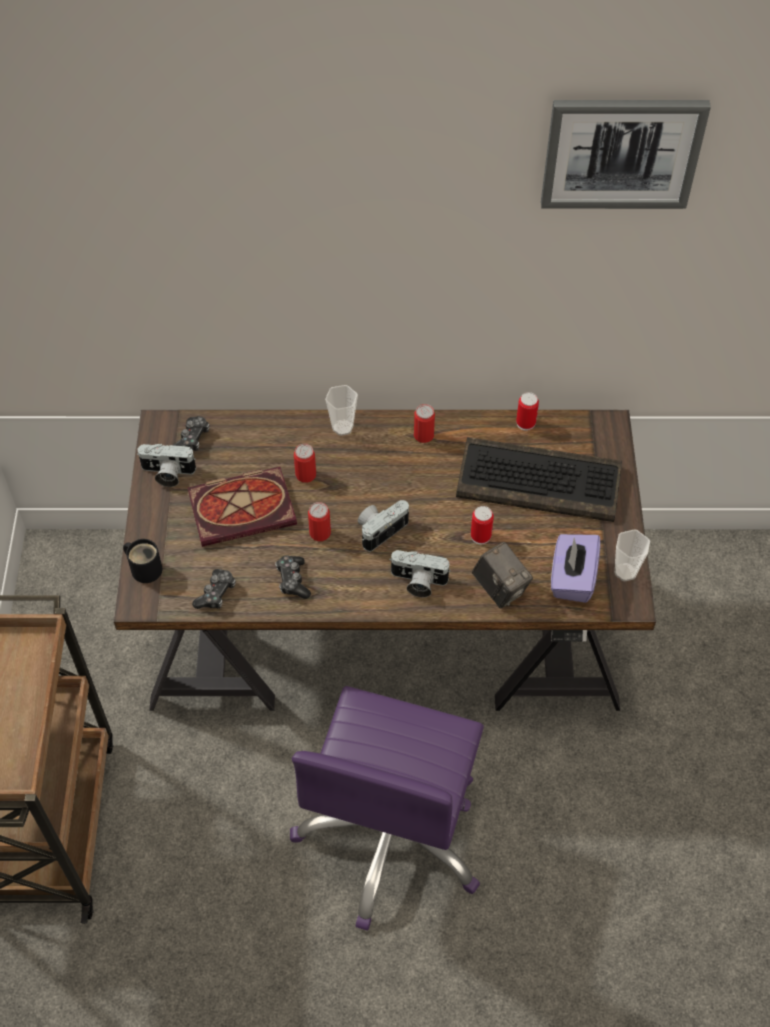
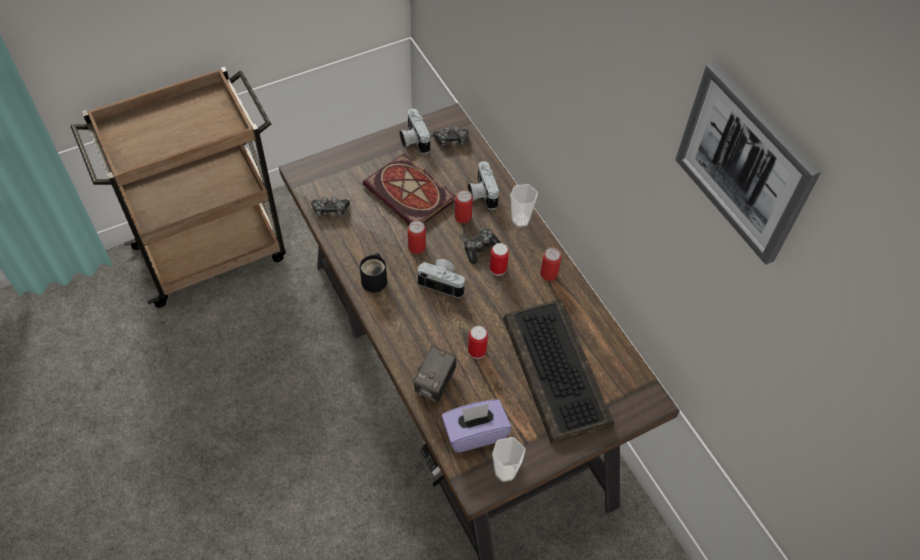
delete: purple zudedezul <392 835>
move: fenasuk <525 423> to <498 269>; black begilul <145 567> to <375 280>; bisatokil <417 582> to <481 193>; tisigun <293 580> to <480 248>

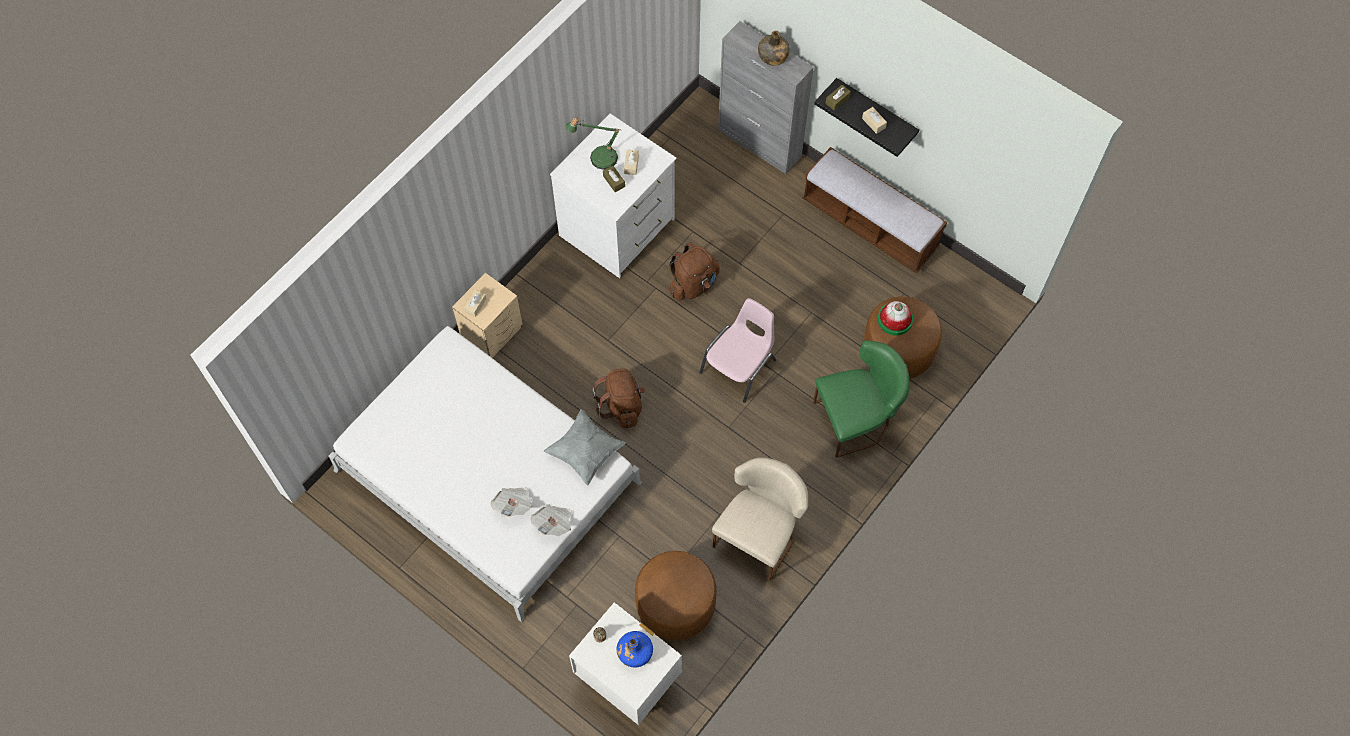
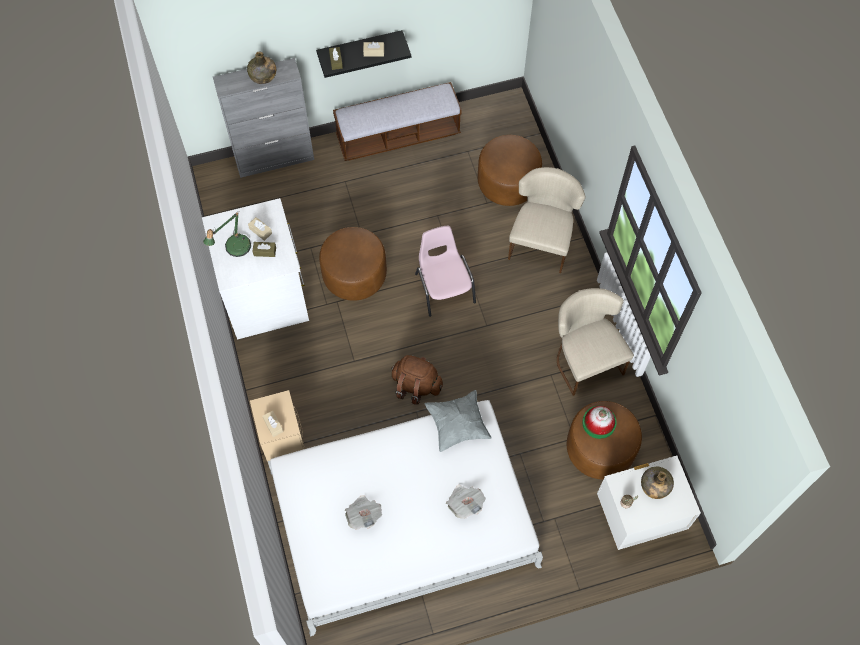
move: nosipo <895 320> to <599 423>; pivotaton <554 523> to <363 514>
replace: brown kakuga <693 284> to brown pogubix <354 275>
recolor: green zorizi <856 419> to beige zorizi <541 242>; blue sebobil <635 652> to green sebobil <654 486>

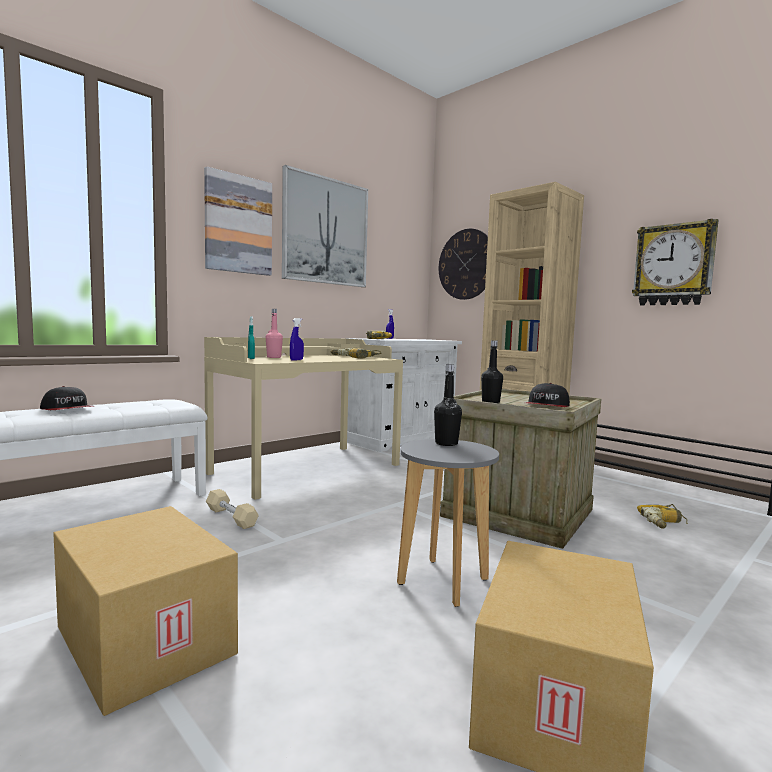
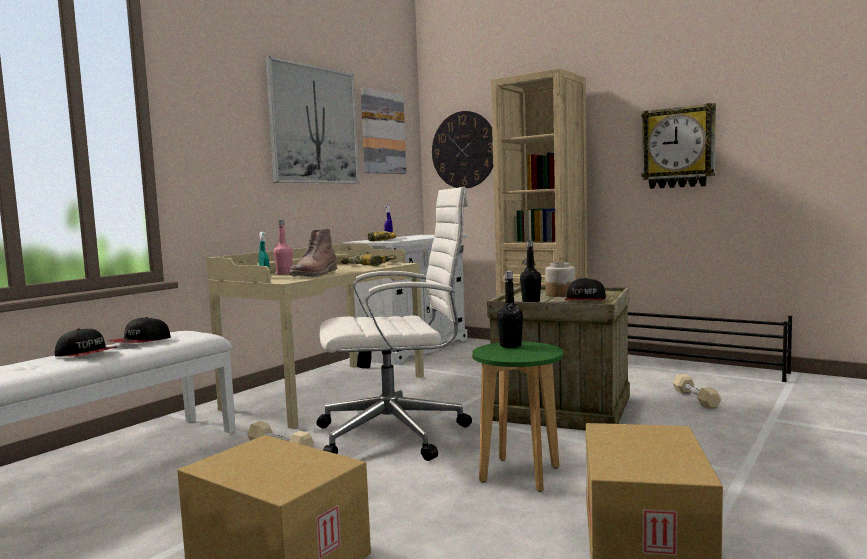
insert: white zudedezul <397 434>; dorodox <560 294>; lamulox <140 342>
move: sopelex <238 224> to <382 133>
replace: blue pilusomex <296 360> to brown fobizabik <315 274>; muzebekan <664 522> to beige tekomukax <695 399>
recolor: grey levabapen <443 581> to green levabapen <520 474>

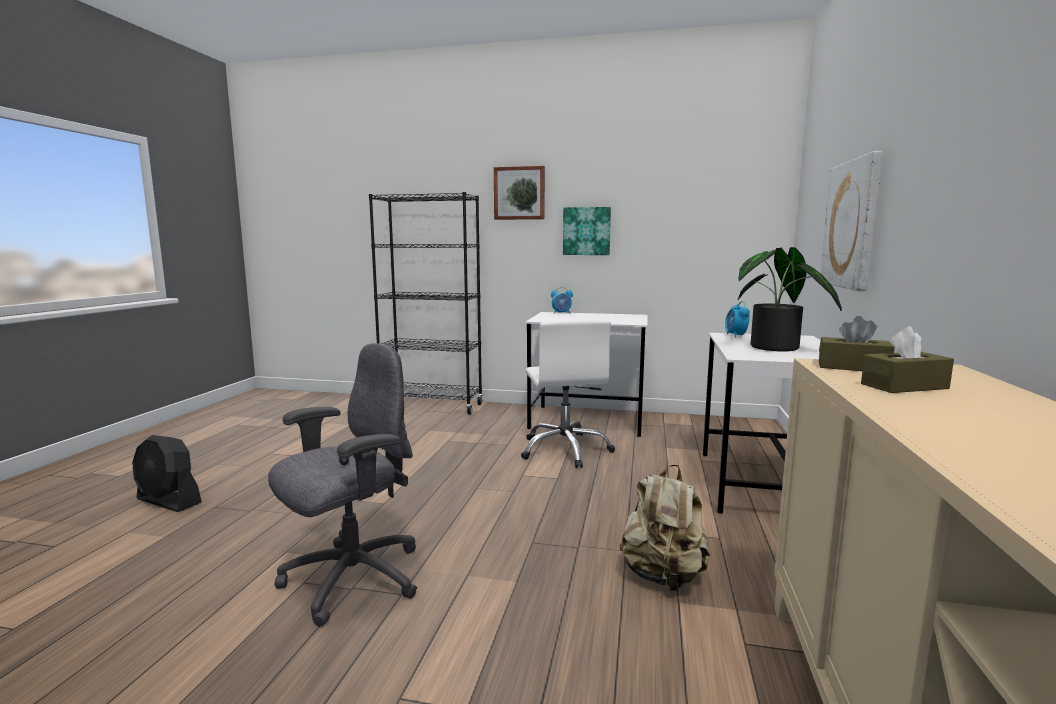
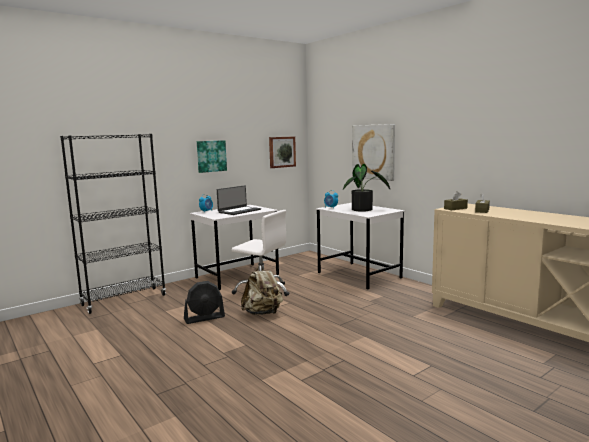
delete: grey zudedezul <351 579>
insert: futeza <239 211>
move: sopelex <519 193> to <281 152>; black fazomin <169 501> to <204 318>; beige kakuga <663 576> to <263 313>

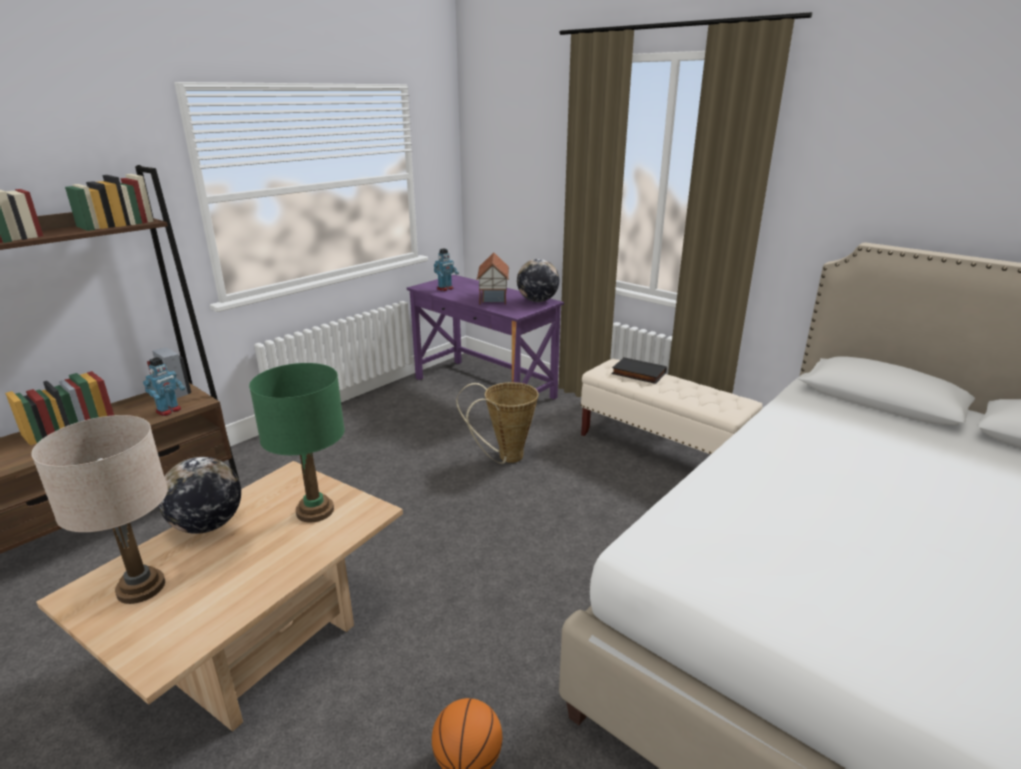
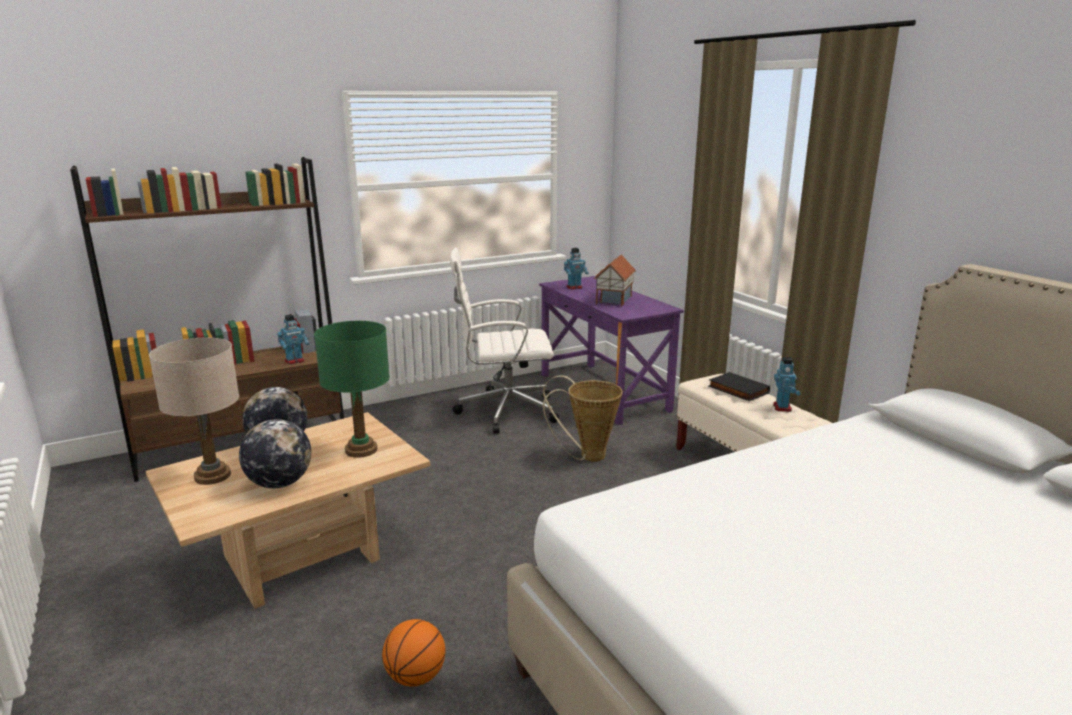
insert: white zudedezul <504 411>; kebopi <782 408>
move: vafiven <537 301> to <279 483>

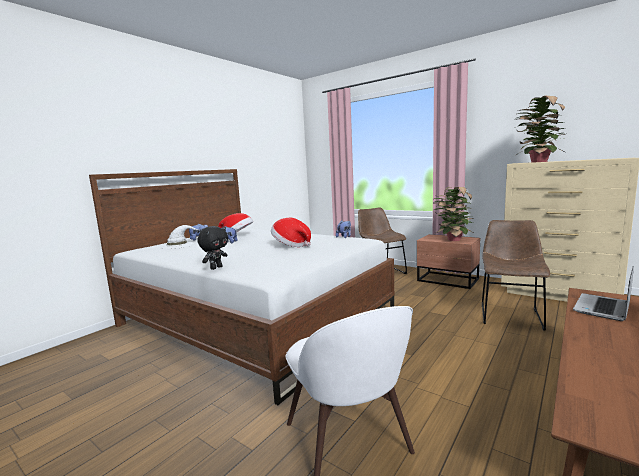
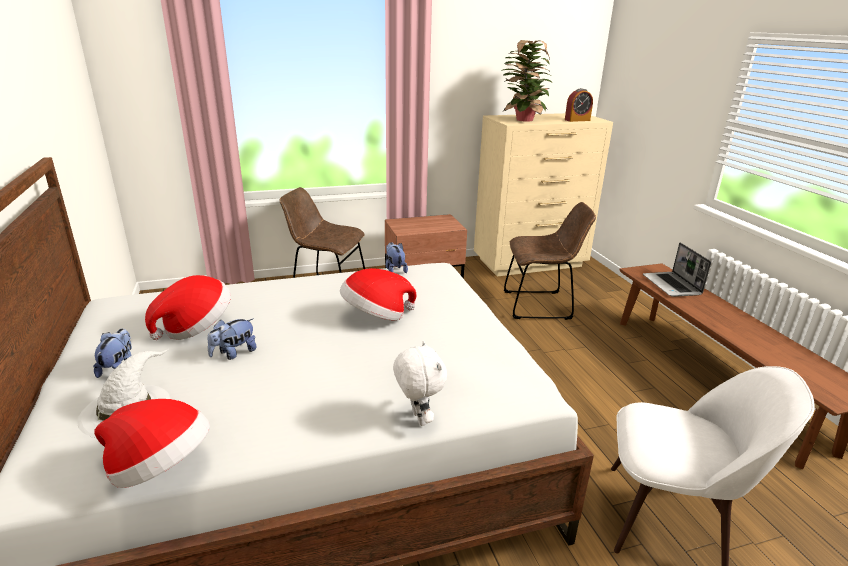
delete: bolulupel <452 240>
insert: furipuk <577 120>; nosipo <160 468>
recolor: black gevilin <216 268> to white gevilin <418 418>
rotate: brown zorizi <510 315> = <541 305> 120 degrees clockwise

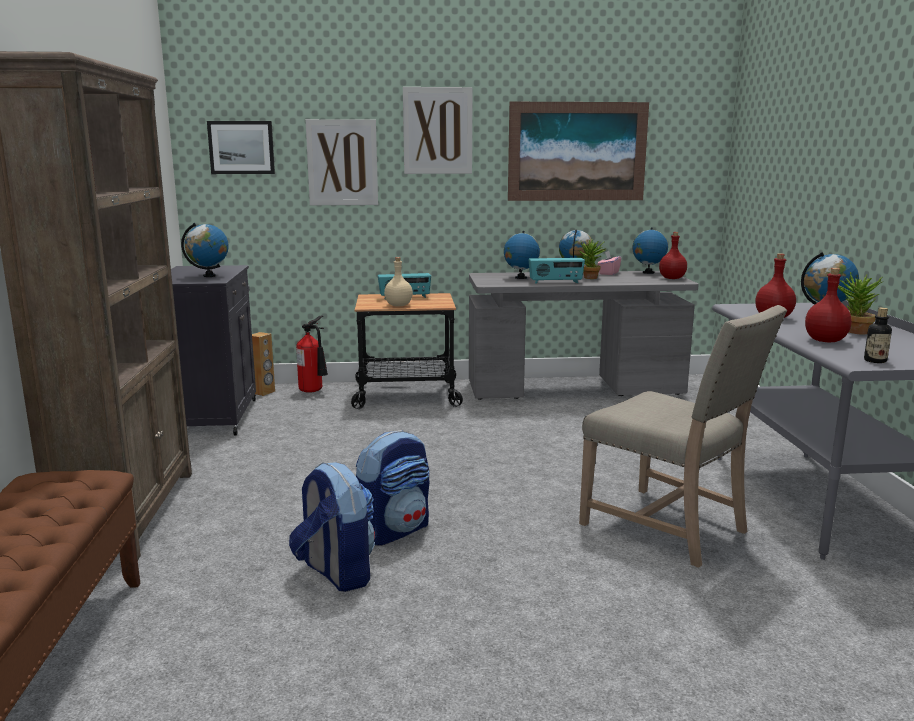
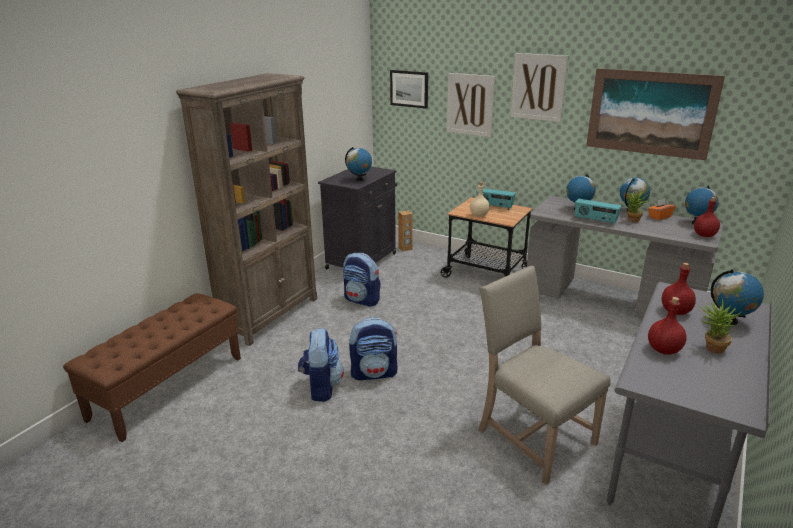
delete: sebobil <875 361>; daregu <314 391>
insert: kakuga <362 300>
recolor: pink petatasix <608 273> to orange petatasix <659 217>
rotate: beige zorizi <669 528> = <532 436> 150 degrees clockwise

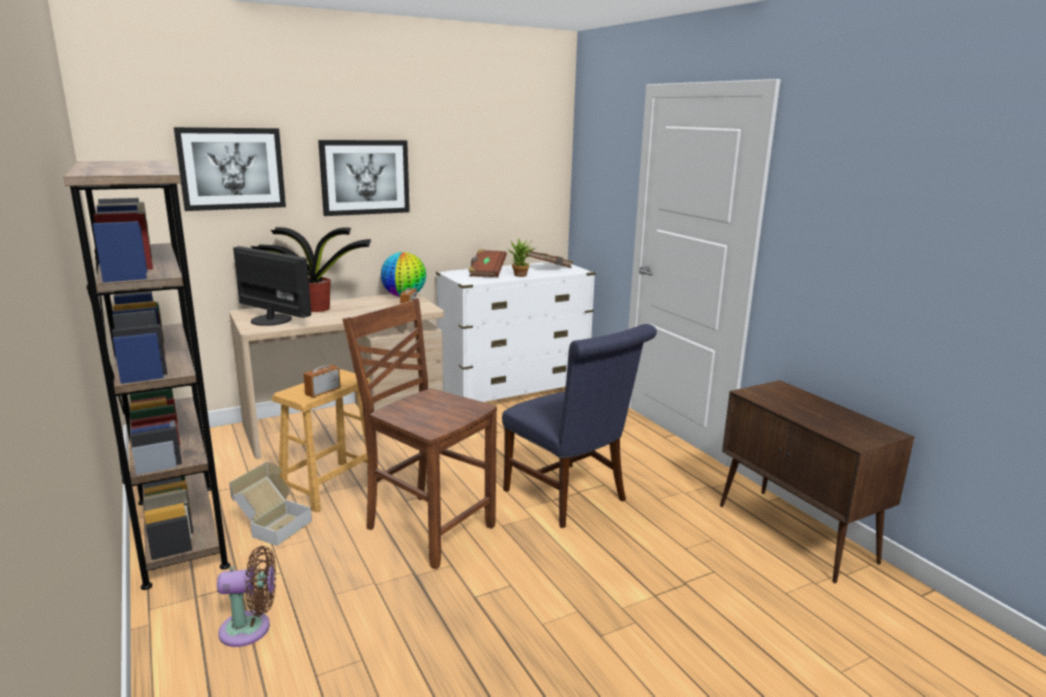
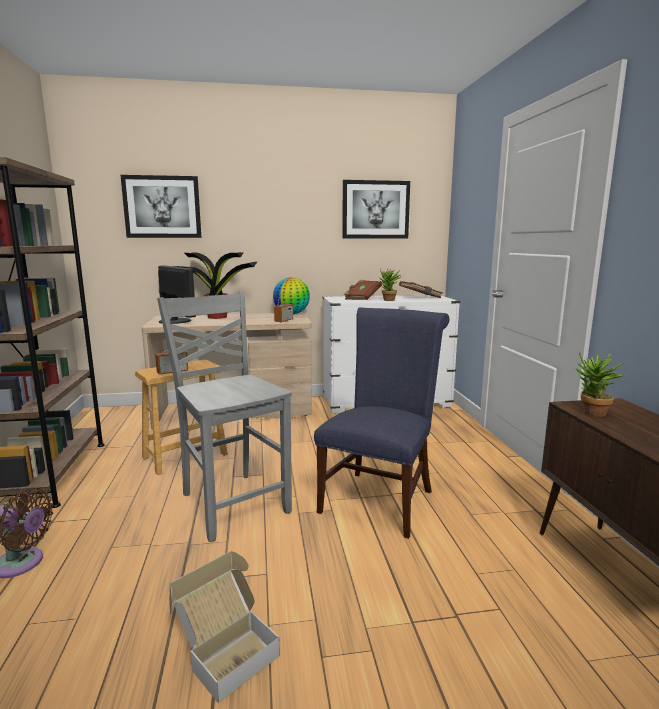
insert: bolulupel <592 414>
move: sopelex <365 177> to <375 210>; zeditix <272 525> to <225 651>
recolor: brown zorizi <427 527> to grey zorizi <233 502>
rotate: blue zorizi <570 497> = <380 498> 135 degrees counterclockwise

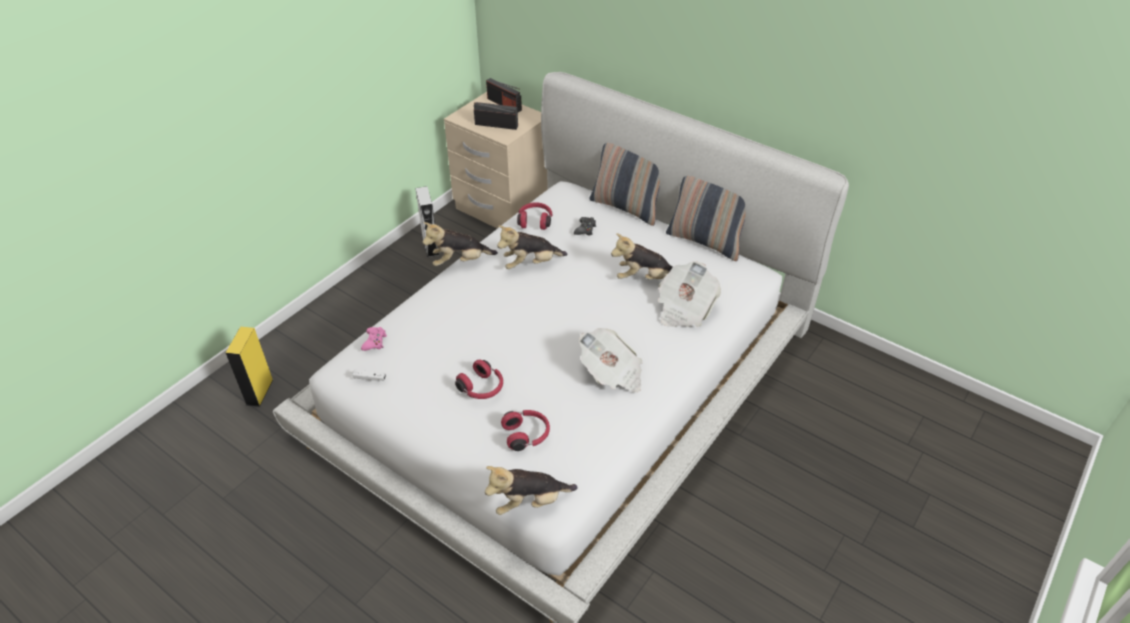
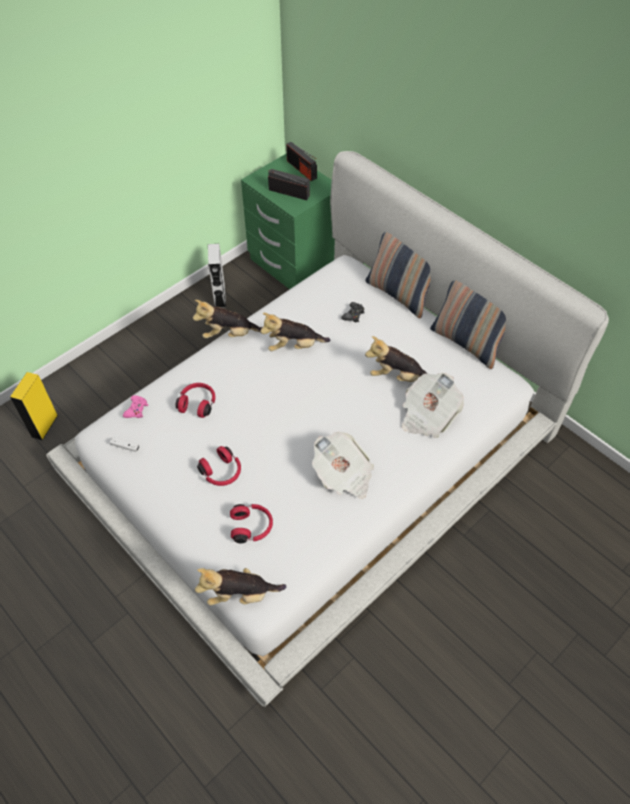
move: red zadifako <535 221> to <198 403>
recolor: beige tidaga <502 209> to green tidaga <293 264>

